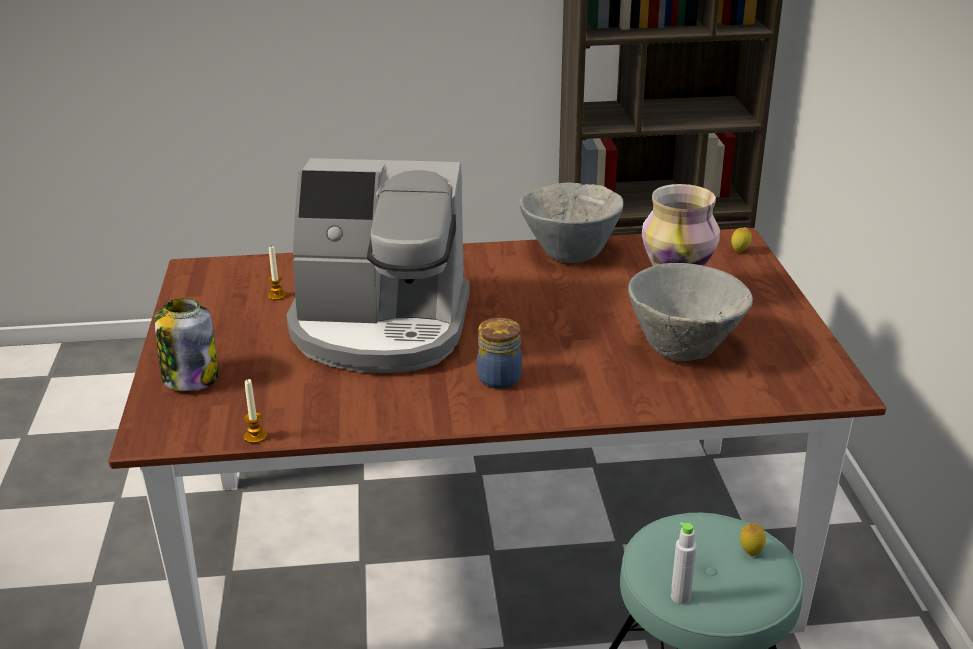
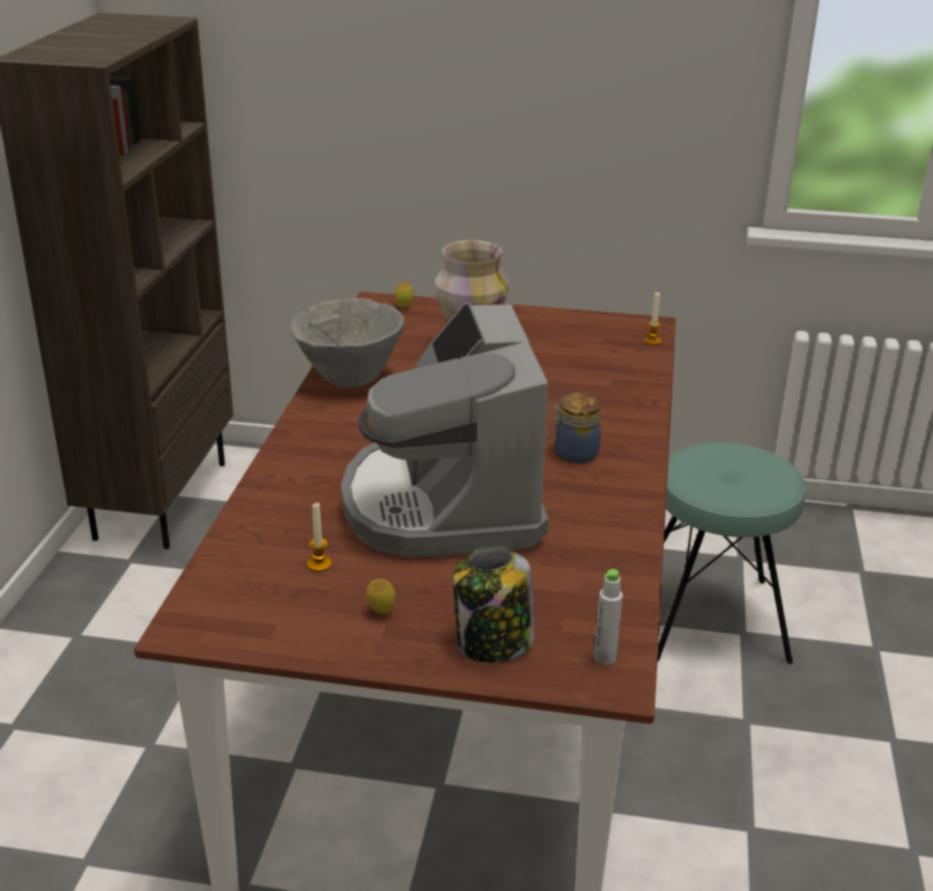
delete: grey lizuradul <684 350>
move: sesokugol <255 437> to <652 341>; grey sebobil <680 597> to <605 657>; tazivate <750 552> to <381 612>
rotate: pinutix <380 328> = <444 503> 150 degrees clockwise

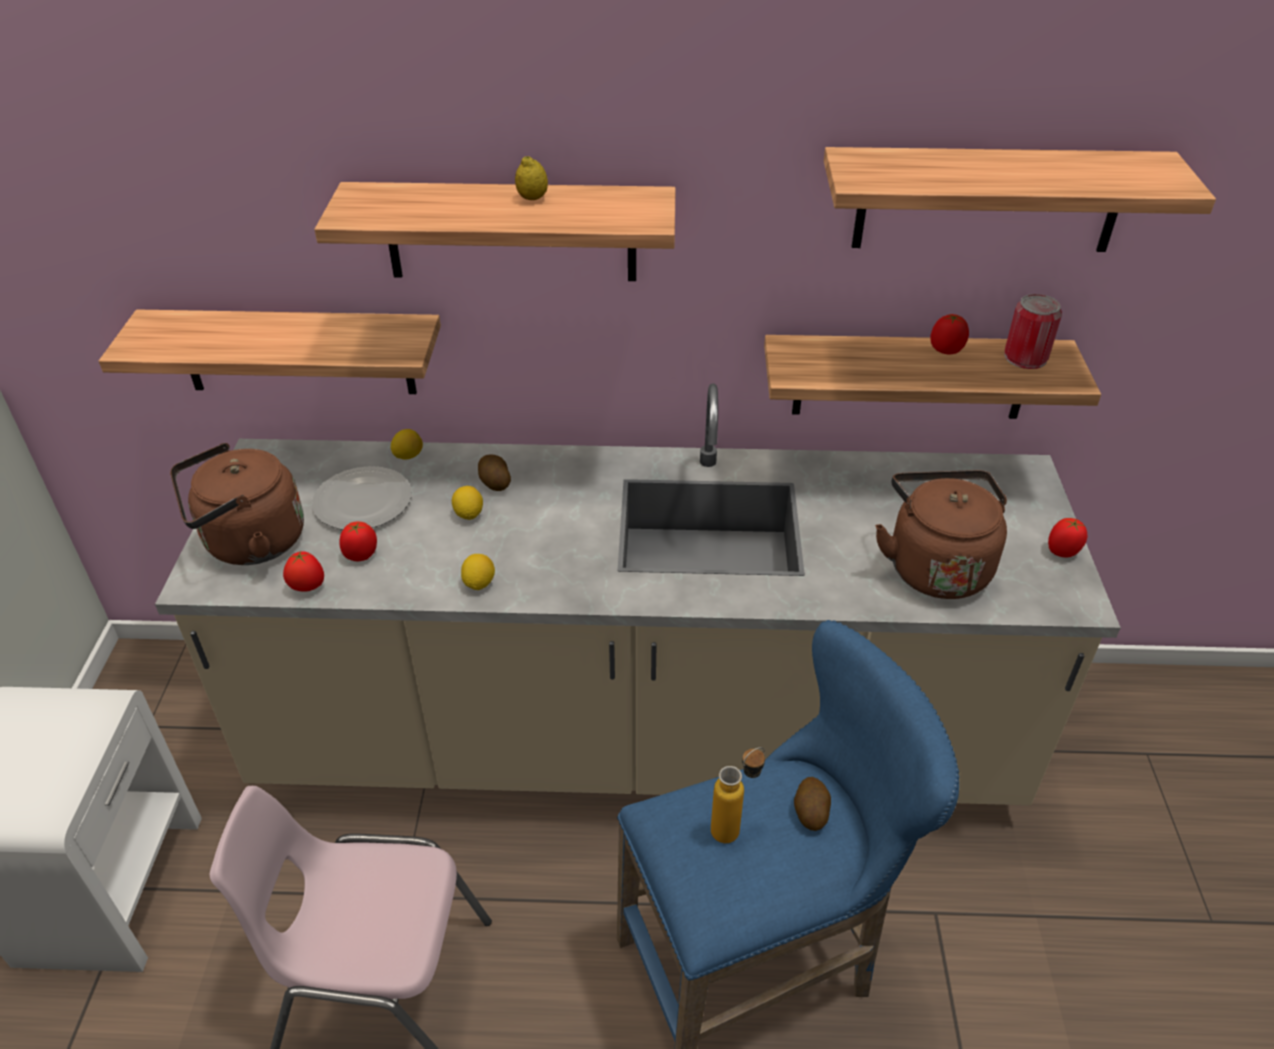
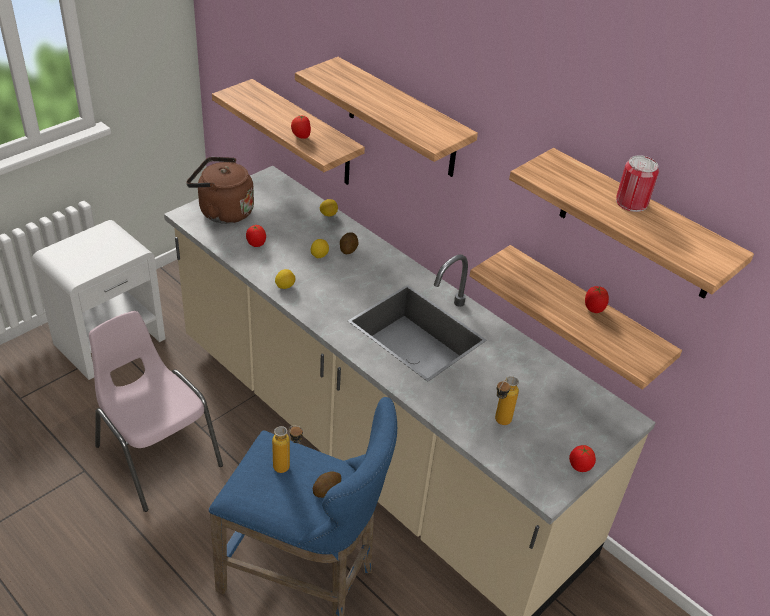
delete: tazivate <532 198>; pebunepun <362 503>
move: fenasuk <1025 357> to <631 202>; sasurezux <307 587> to <301 137>
replace: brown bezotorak <935 565> to sebobil <499 423>

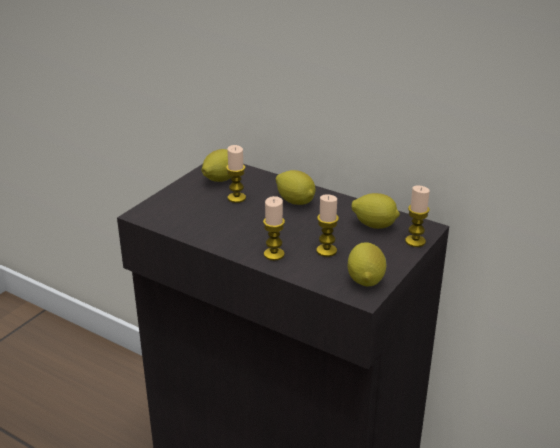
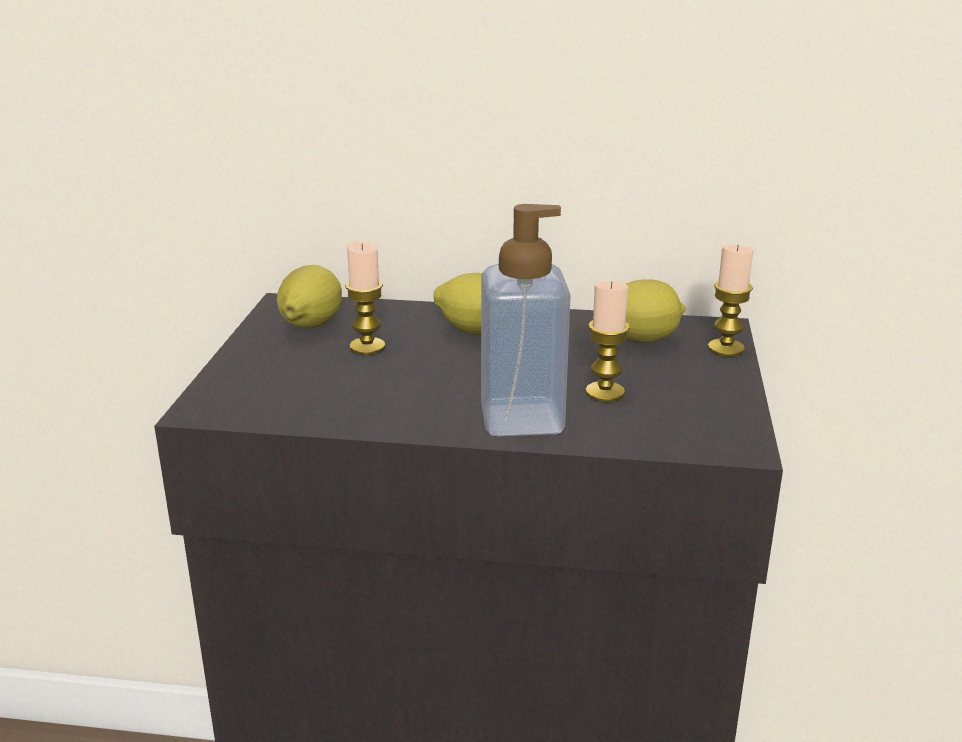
delete: tazivate <365 279>
replace: sesokugol <274 254> to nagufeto <522 419>

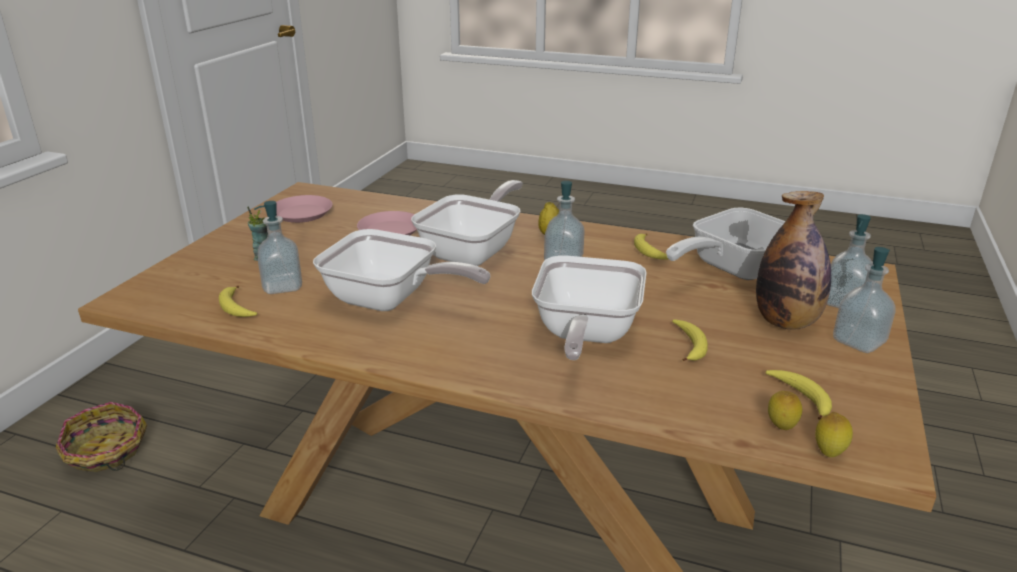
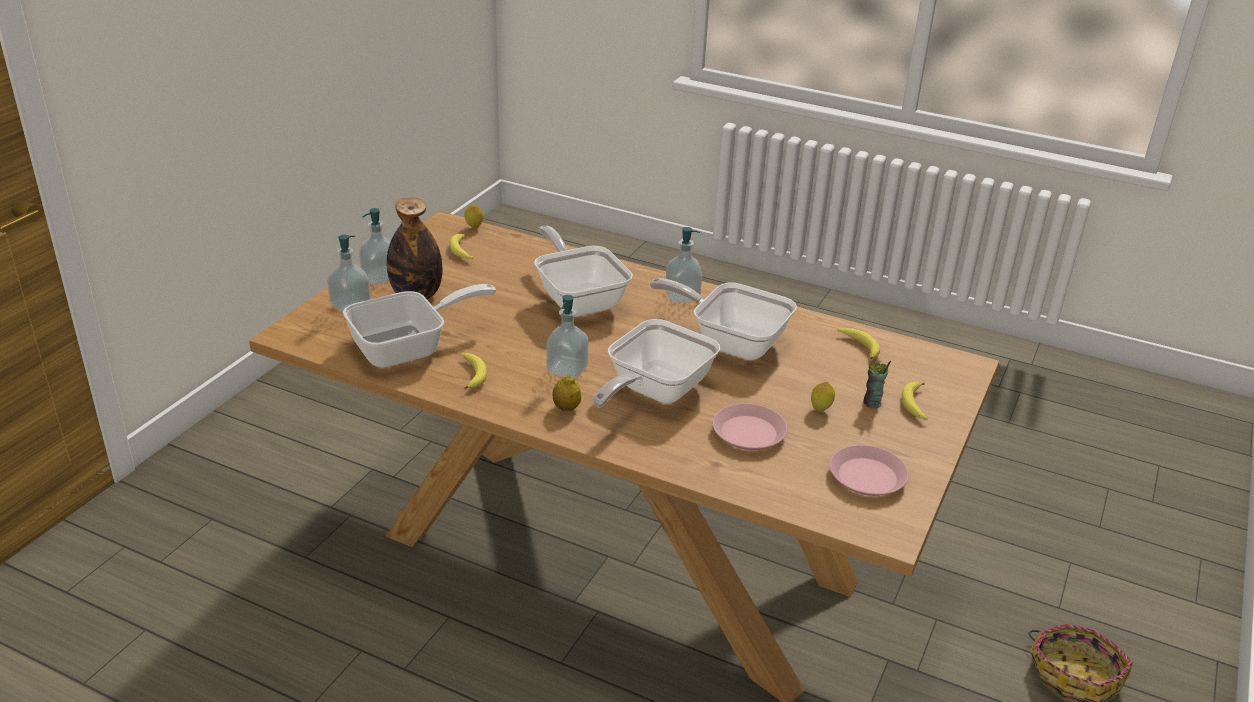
move: nagufeto <283 286> to <682 296>; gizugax <689 345> to <914 405>; tazivate <781 428> to <820 410>
rotate: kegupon <584 335> = <578 299> 45 degrees counterclockwise

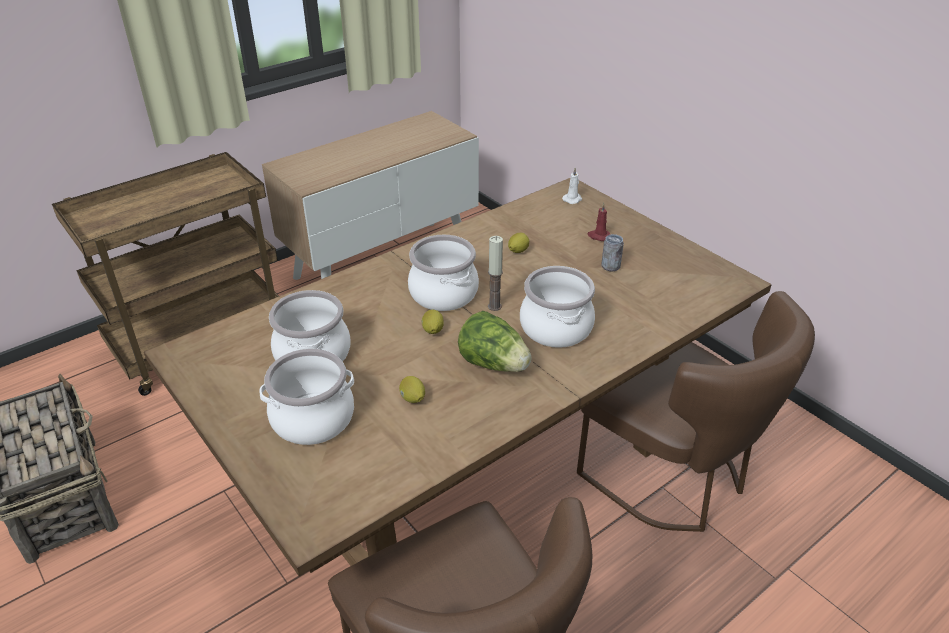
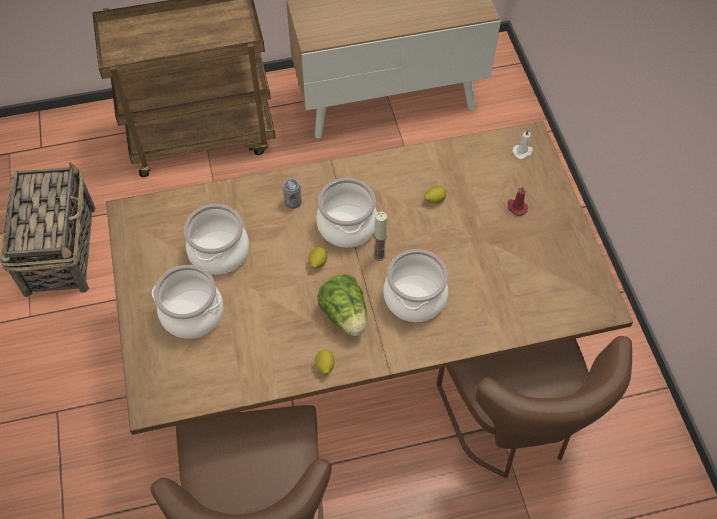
move: fenasuk <610 266> to <293 202>; tazivate <412 399> to <324 366>

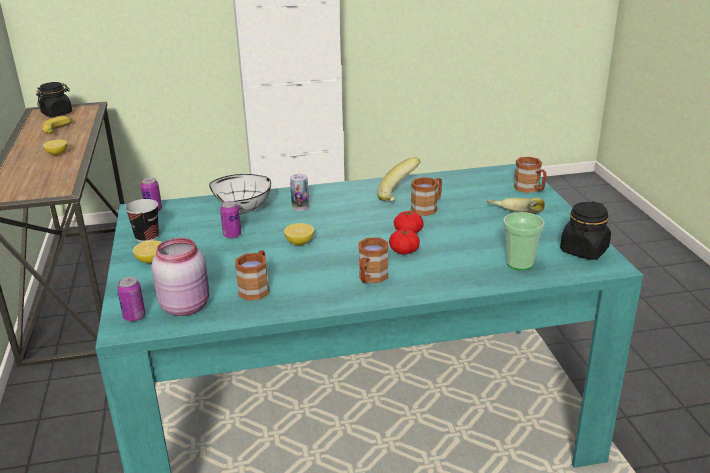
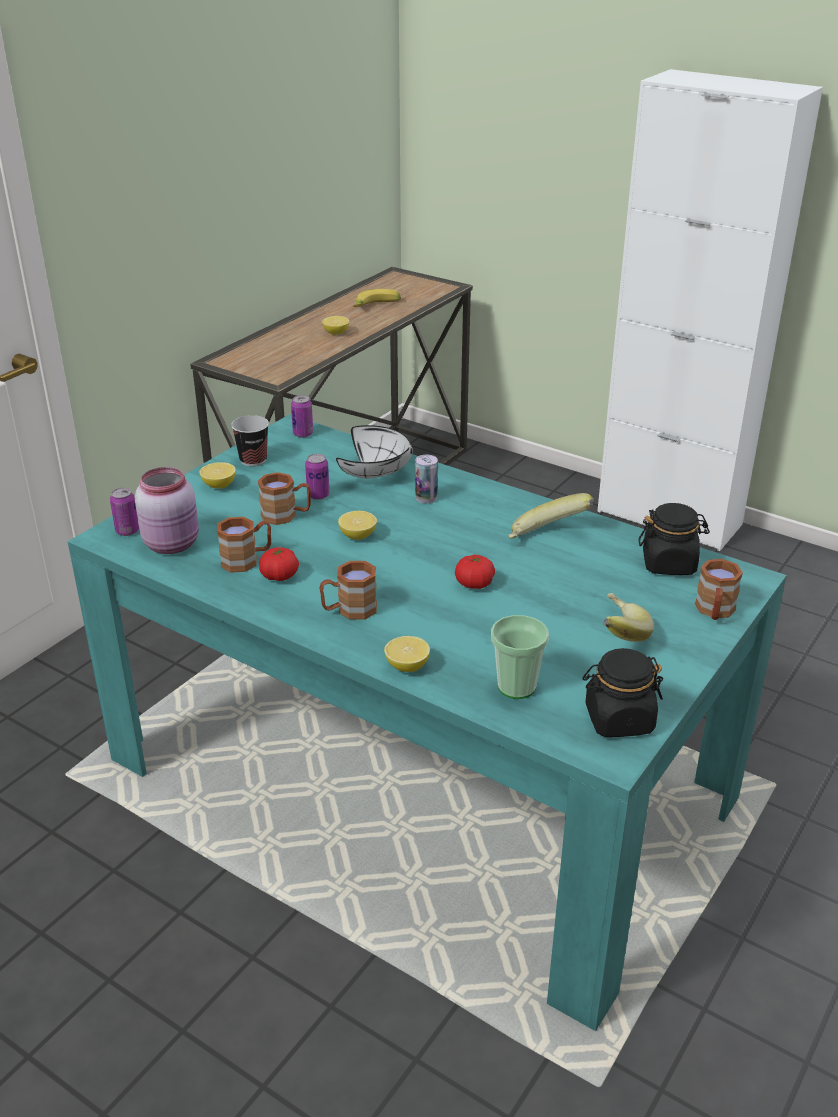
insert: tazivate <407 666>
move: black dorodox <57 113> to <669 564>; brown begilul <428 207> to <286 515>; sasurezux <404 251> to <279 576>

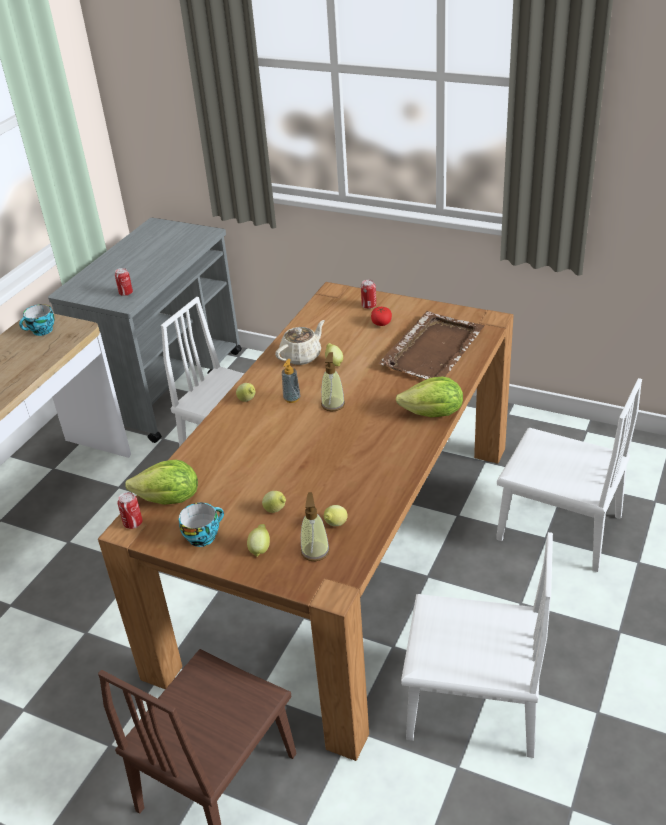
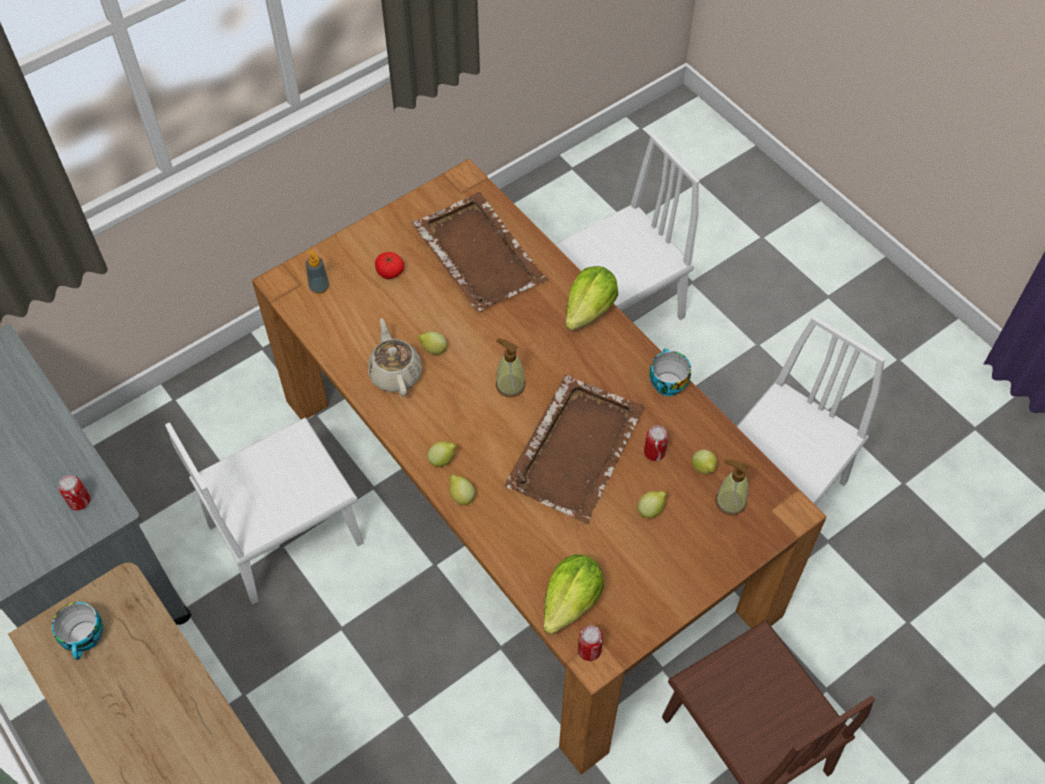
insert: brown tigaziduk <576 449>
move: fenasuk <369 306> to <654 453>; nagufeto <292 398> to <319 287>; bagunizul <203 535> to <666 382>; tazivate <260 549> to <461 496>

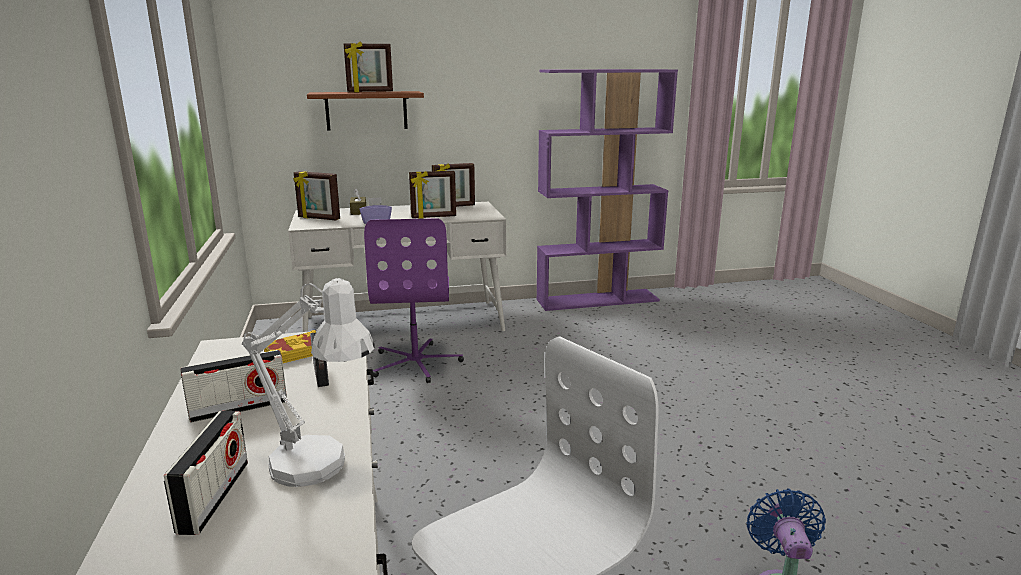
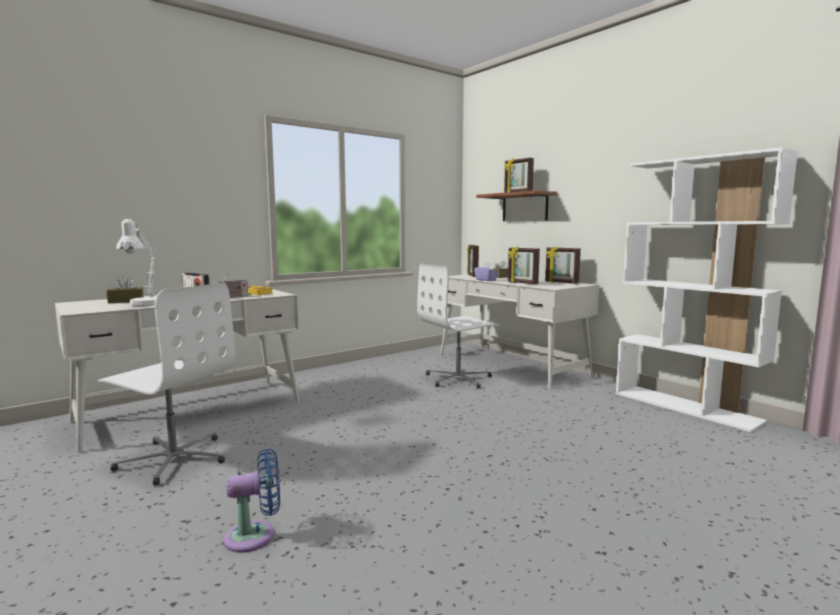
replace: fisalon <214 496> to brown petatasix <126 301>
recolor: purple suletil <598 300> to white suletil <686 407>; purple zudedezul <416 363> to white zudedezul <459 379>

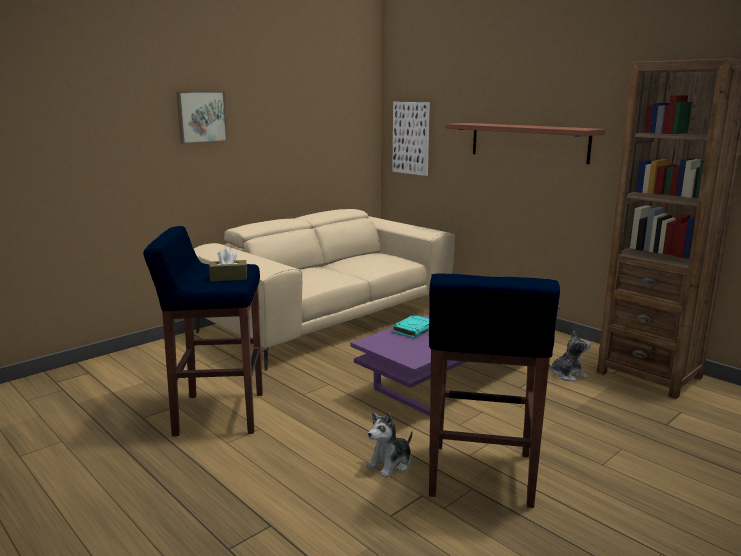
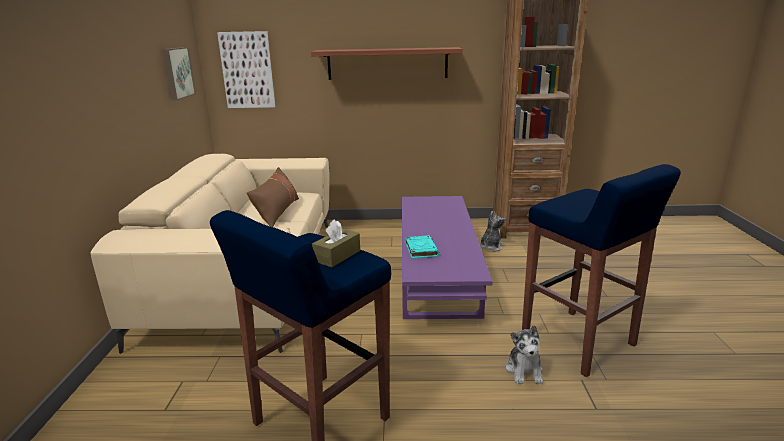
insert: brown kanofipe <277 212>
move: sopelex <201 117> to <177 73>

